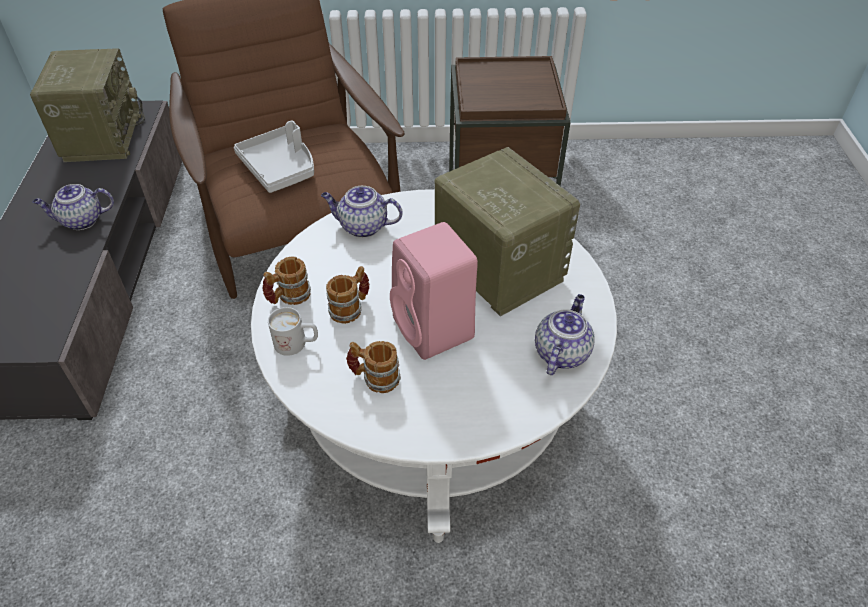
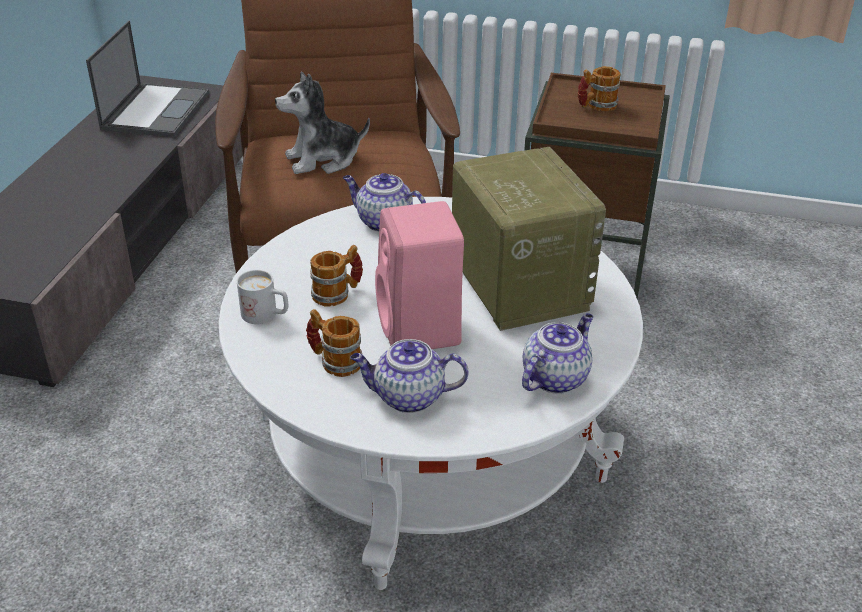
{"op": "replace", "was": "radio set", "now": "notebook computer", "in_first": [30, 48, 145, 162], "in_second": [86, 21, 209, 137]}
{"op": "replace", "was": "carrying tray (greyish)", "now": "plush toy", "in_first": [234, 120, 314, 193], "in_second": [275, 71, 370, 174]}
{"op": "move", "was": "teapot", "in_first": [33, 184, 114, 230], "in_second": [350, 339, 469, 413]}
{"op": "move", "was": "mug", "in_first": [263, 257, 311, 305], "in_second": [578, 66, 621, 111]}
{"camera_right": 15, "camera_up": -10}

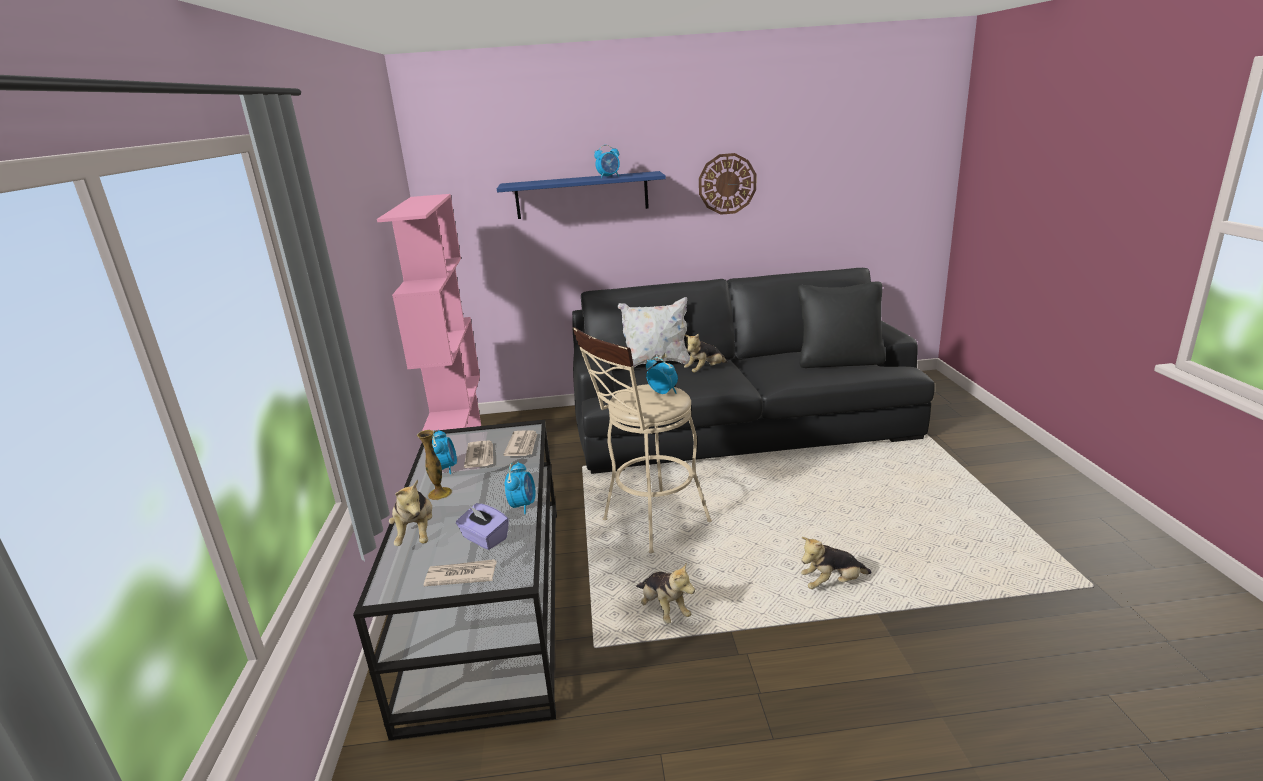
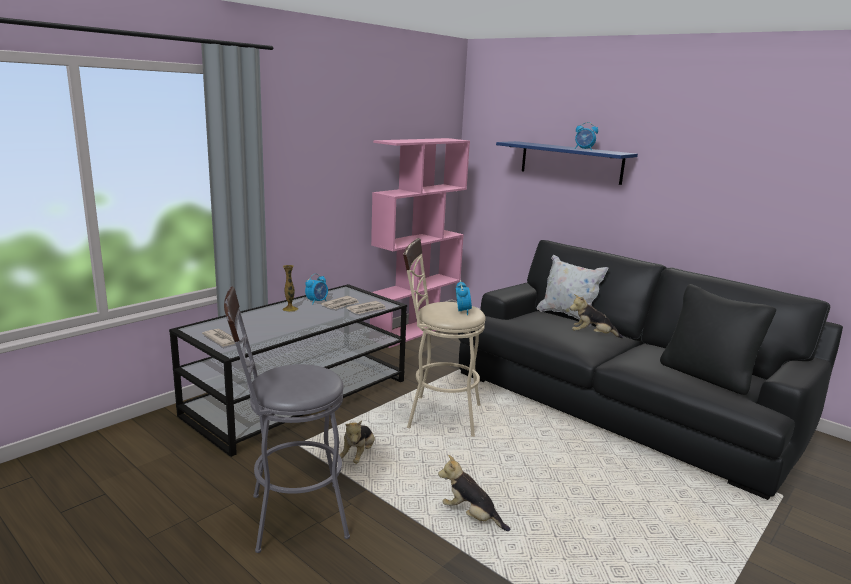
{"op": "insert", "now": "stool seat (greyish)", "in_second": [224, 287, 350, 553]}
{"op": "delete", "was": "plush toy", "in_first": [389, 479, 432, 546]}
{"op": "delete", "was": "tissue box (purple)", "in_first": [456, 503, 509, 550]}
{"op": "delete", "was": "alarm clock", "in_first": [505, 462, 536, 514]}
{"op": "delete", "was": "clock on the wall", "in_first": [699, 153, 756, 215]}
{"camera_right": 45, "camera_up": -5}

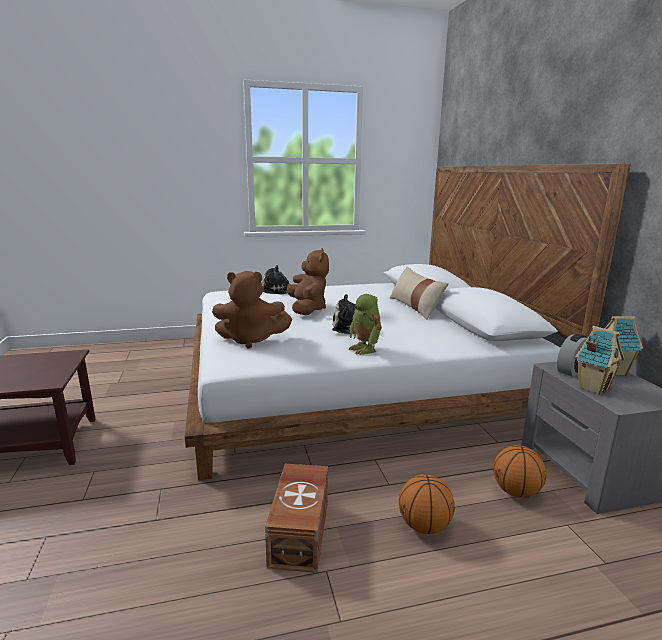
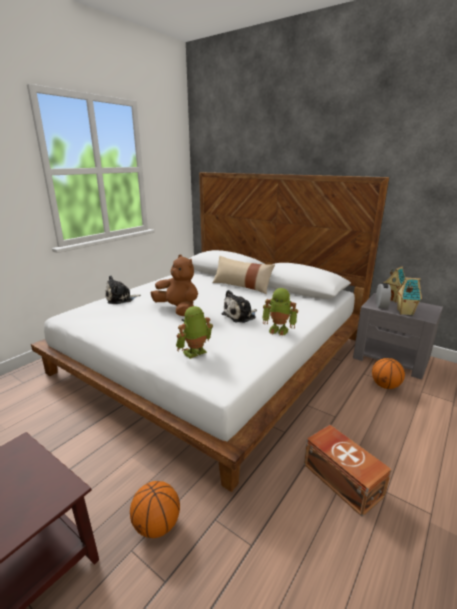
{"op": "move", "was": "ball for basketball", "in_first": [399, 474, 455, 534], "in_second": [130, 481, 180, 538]}
{"op": "replace", "was": "plush toy (brownish)", "now": "robot figure", "in_first": [212, 271, 292, 349], "in_second": [176, 306, 213, 359]}
{"camera_right": -40, "camera_up": 5}

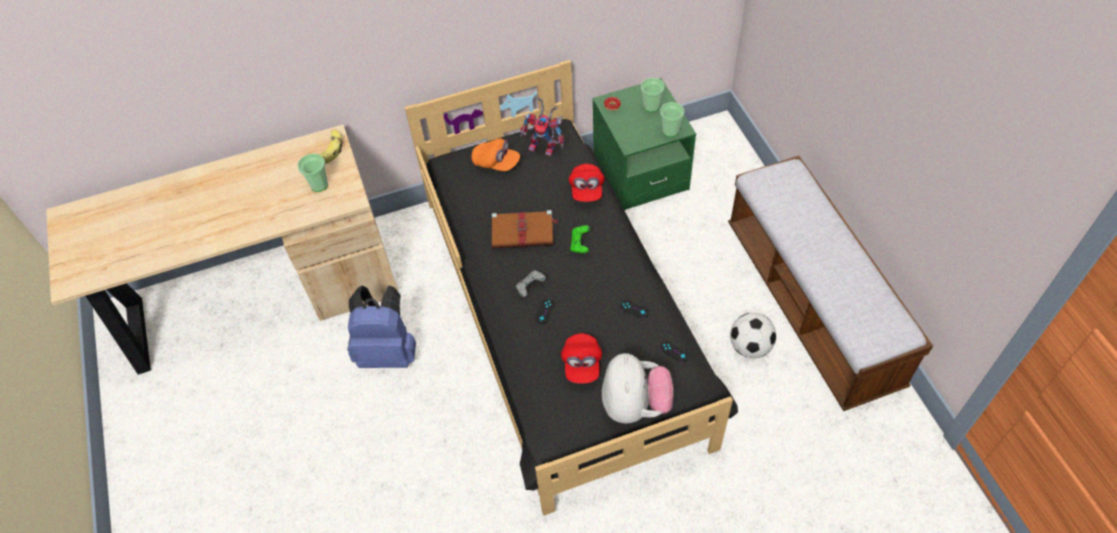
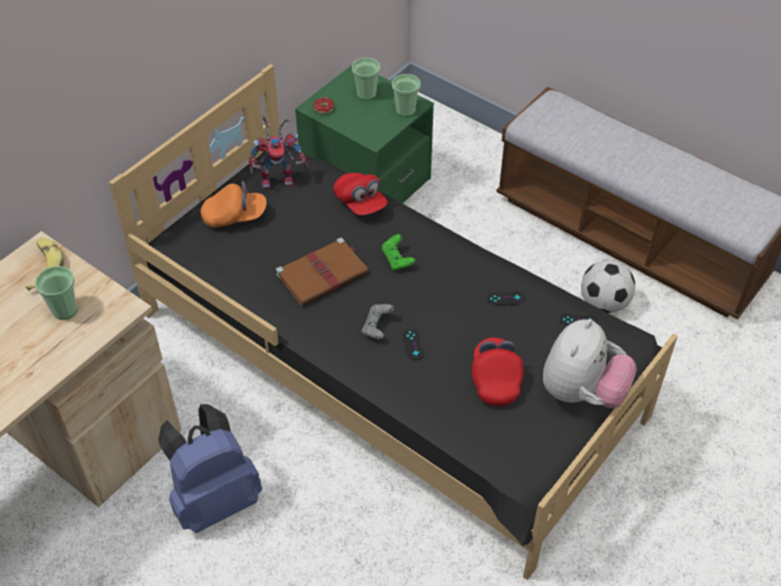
{"op": "rotate", "was": "peaked cap (red-coloured)", "in_first": [561, 333, 602, 384], "in_second": [472, 337, 524, 406], "clockwise": -150}
{"op": "rotate", "was": "plush toy", "in_first": [602, 353, 673, 424], "in_second": [543, 319, 637, 408], "clockwise": 60}
{"camera_right": -35, "camera_up": -5}

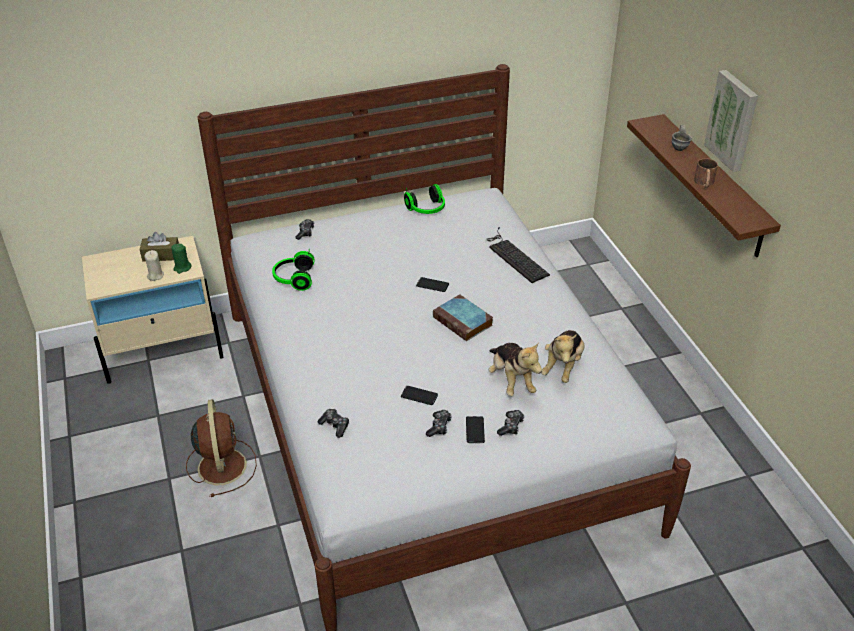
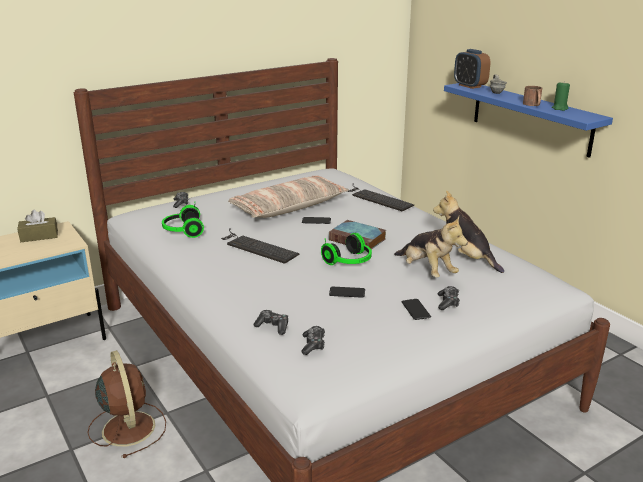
{"op": "insert", "now": "keyboard", "in_second": [221, 228, 300, 264]}
{"op": "insert", "now": "pillow", "in_second": [228, 175, 349, 218]}
{"op": "move", "was": "game controller", "in_first": [426, 410, 452, 437], "in_second": [301, 326, 325, 355]}
{"op": "move", "was": "headphones", "in_first": [404, 184, 445, 214], "in_second": [321, 233, 372, 265]}
{"op": "rotate", "was": "plush toy", "in_first": [542, 330, 585, 383], "in_second": [433, 191, 504, 273], "clockwise": 135}
{"op": "recolor", "was": "bracket shelf (brownish)", "now": "bracket shelf (bluish)", "in_first": [627, 114, 781, 257], "in_second": [444, 83, 613, 158]}
{"op": "insert", "now": "alarm clock", "in_second": [454, 49, 490, 89]}
{"op": "move", "was": "wax candle (green-coloured)", "in_first": [171, 244, 192, 274], "in_second": [552, 81, 570, 111]}
{"op": "delete", "was": "wax candle (sand-coloured)", "in_first": [145, 250, 164, 281]}
{"op": "delete", "was": "wall art", "in_first": [704, 70, 758, 172]}
{"camera_right": -15, "camera_up": -15}

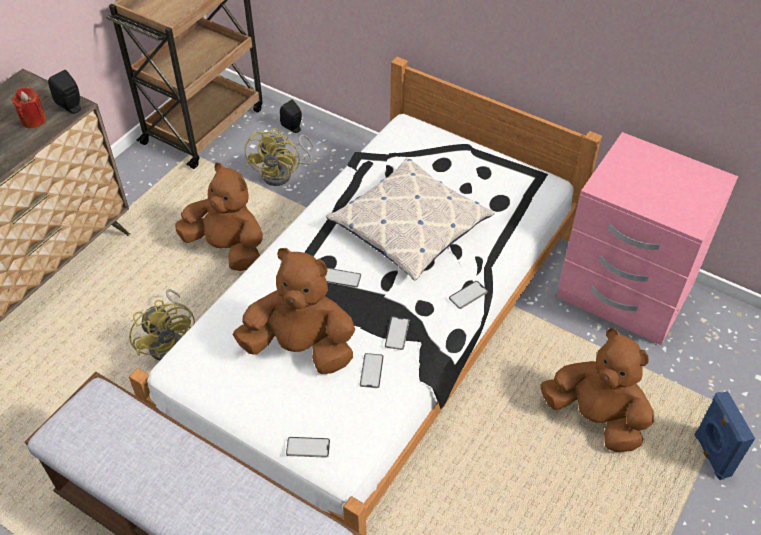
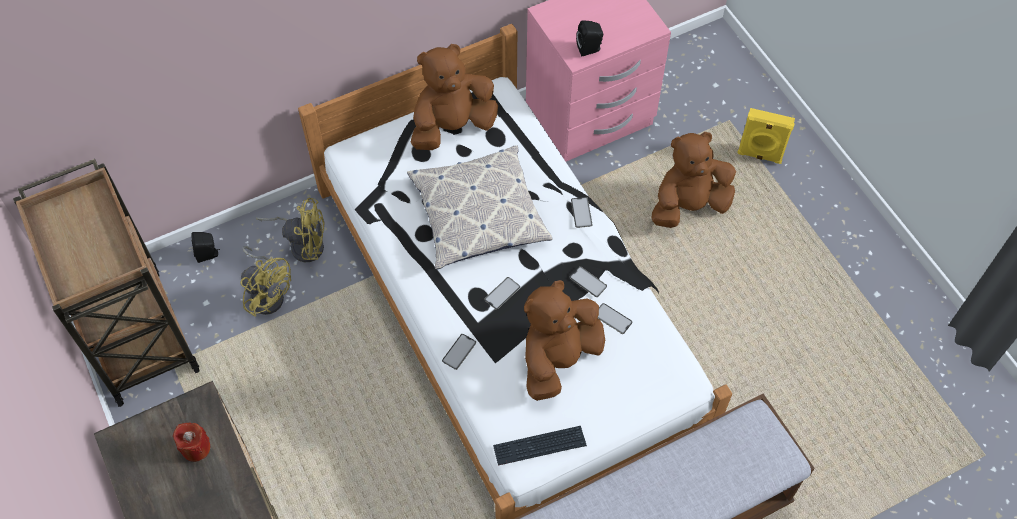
{"op": "move", "was": "electric fan (yellow-coloured)", "in_first": [129, 289, 195, 361], "in_second": [256, 198, 325, 262]}
{"op": "move", "was": "plush toy (brownish)", "in_first": [175, 163, 263, 271], "in_second": [411, 44, 498, 150]}
{"op": "move", "was": "handset", "in_first": [286, 437, 330, 458], "in_second": [442, 334, 476, 370]}
{"op": "insert", "now": "keyboard", "in_second": [493, 426, 587, 466]}
{"op": "move", "was": "loudspeaker (black-coloured)", "in_first": [48, 70, 81, 114], "in_second": [576, 21, 603, 56]}
{"op": "recolor", "was": "loudspeaker (bluish)", "now": "loudspeaker (yellow-coloured)", "in_first": [694, 391, 755, 480], "in_second": [737, 108, 795, 164]}
{"camera_right": -60, "camera_up": 10}

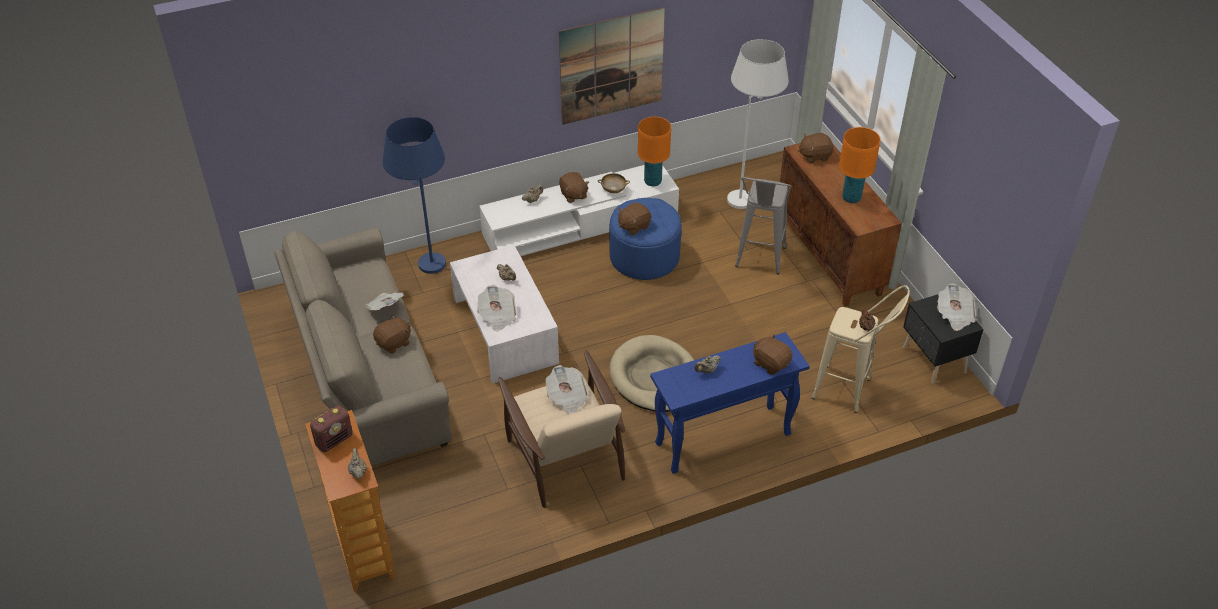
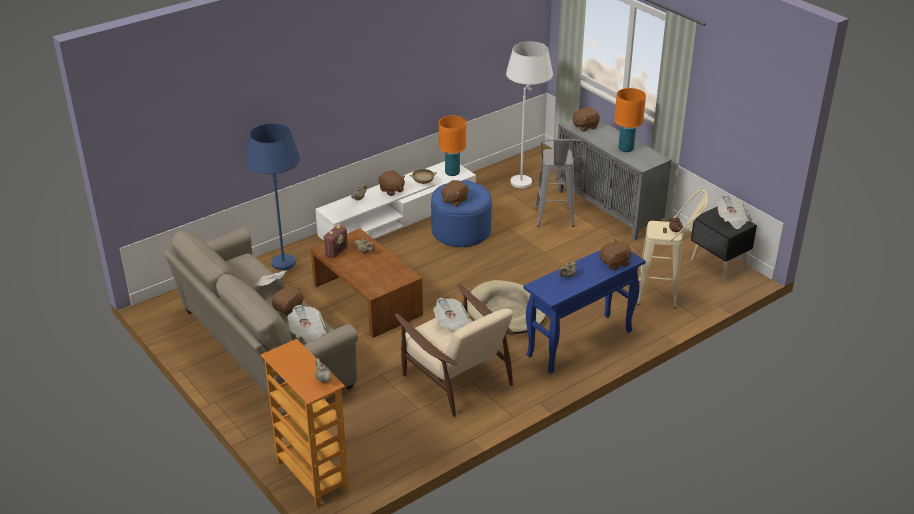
{"op": "move", "was": "printed paper", "in_first": [477, 285, 517, 332], "in_second": [287, 305, 326, 343]}
{"op": "recolor", "was": "lounge table (whitish)", "now": "lounge table (brownish)", "in_first": [450, 245, 559, 383], "in_second": [310, 229, 423, 338]}
{"op": "move", "was": "radio set", "in_first": [310, 405, 353, 452], "in_second": [323, 225, 348, 258]}
{"op": "recolor", "was": "cabinet (brownish)", "now": "cabinet (greyish)", "in_first": [780, 143, 902, 307], "in_second": [555, 119, 672, 240]}
{"op": "rotate", "was": "plush toy (brownish)", "in_first": [753, 334, 792, 375], "in_second": [599, 239, 632, 270], "clockwise": 120}
{"op": "delete", "was": "wall art", "in_first": [559, 8, 665, 125]}
{"camera_right": -15, "camera_up": -10}

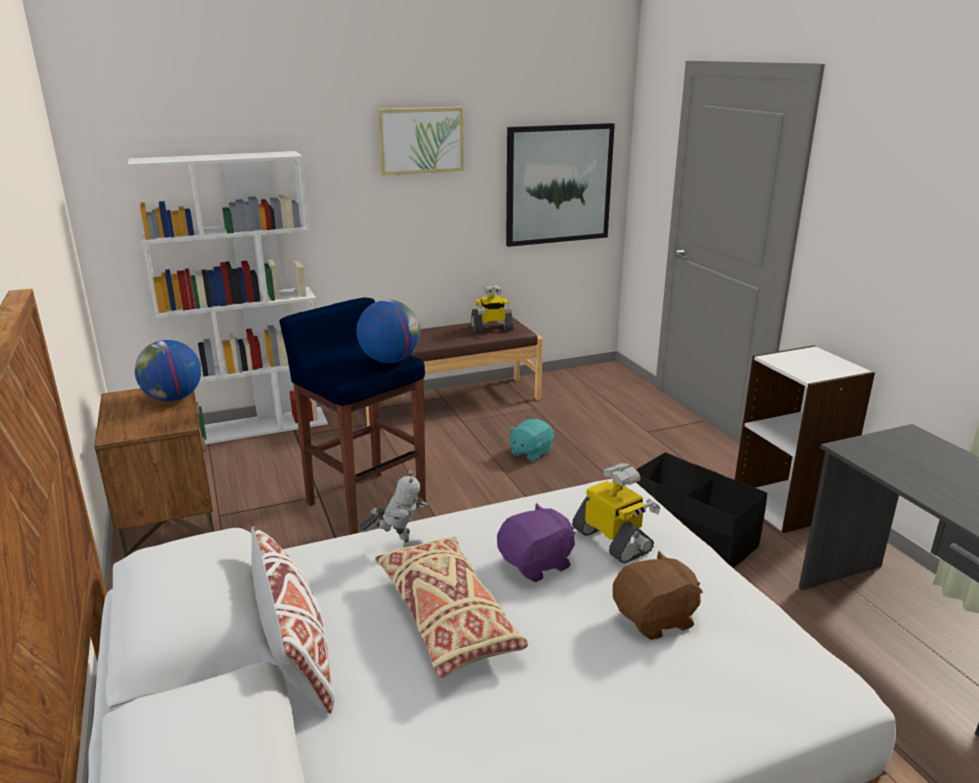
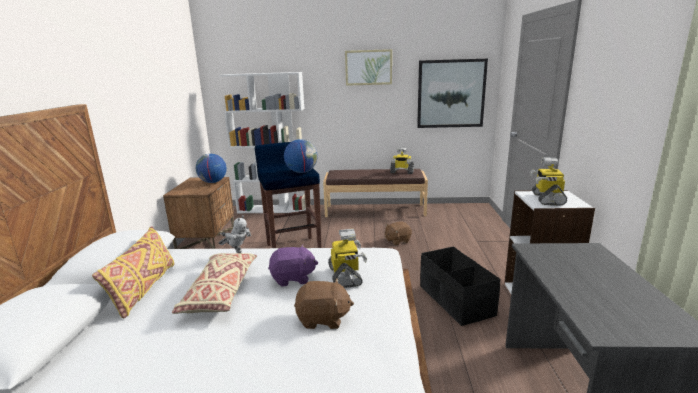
{"op": "recolor", "was": "pillow (whitish)", "now": "pillow (yellow-coloured)", "in_first": [251, 526, 335, 714], "in_second": [92, 226, 175, 318]}
{"op": "recolor", "was": "plush toy (turquoise-coloured)", "now": "plush toy (brownish)", "in_first": [508, 419, 554, 462], "in_second": [385, 222, 412, 245]}
{"op": "insert", "now": "robot figure", "in_second": [530, 157, 567, 206]}
{"camera_right": 25, "camera_up": -5}

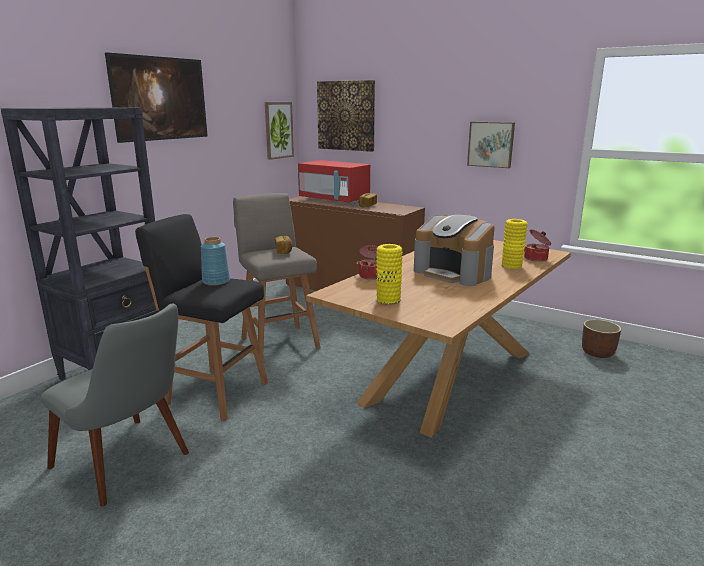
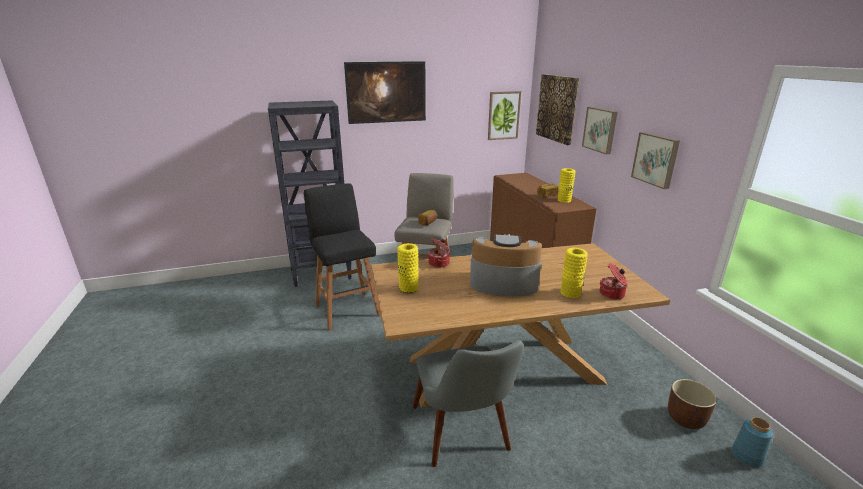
{"op": "move", "was": "chair (greyish)", "in_first": [40, 303, 189, 507], "in_second": [412, 340, 523, 467]}
{"op": "rotate", "was": "coffee brewer", "in_first": [414, 215, 495, 286], "in_second": [470, 234, 542, 296], "clockwise": 105}
{"op": "insert", "now": "vase (yellow-coloured)", "in_second": [558, 168, 576, 203]}
{"op": "insert", "now": "wall art", "in_second": [582, 107, 617, 154]}
{"op": "move", "was": "vase (bluish)", "in_first": [201, 237, 230, 286], "in_second": [731, 417, 773, 467]}
{"op": "delete", "was": "kitchen microwave (red-coloured)", "in_first": [298, 160, 370, 205]}
{"camera_right": 40, "camera_up": 5}

